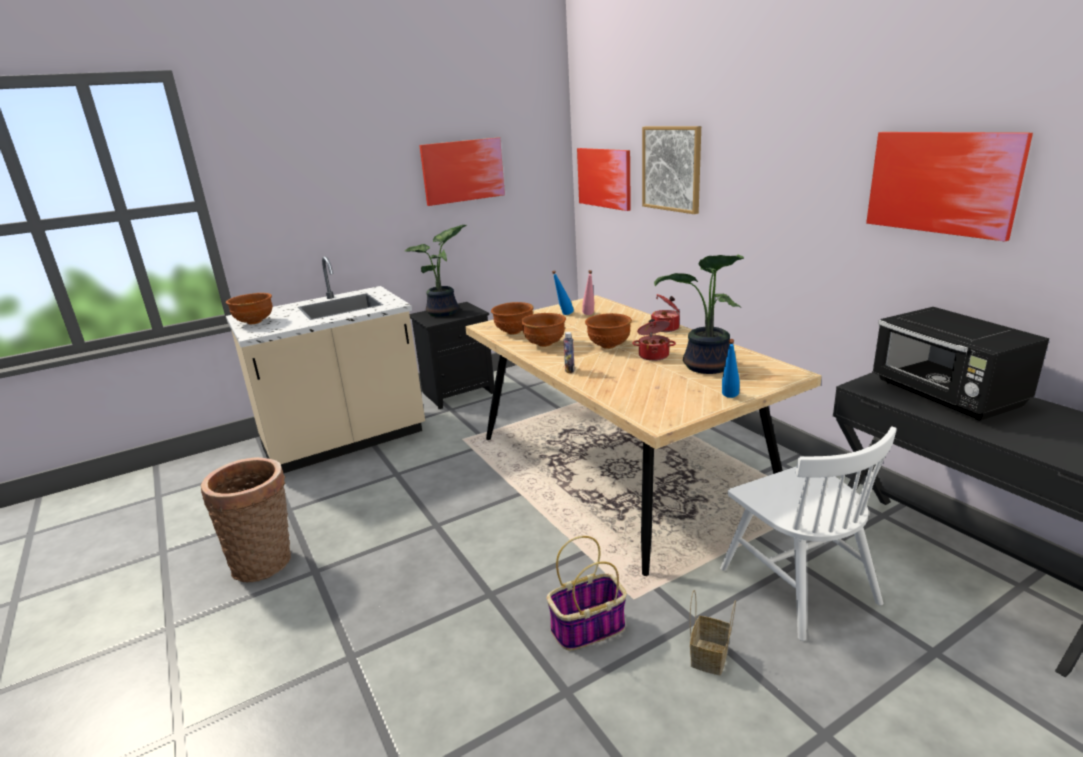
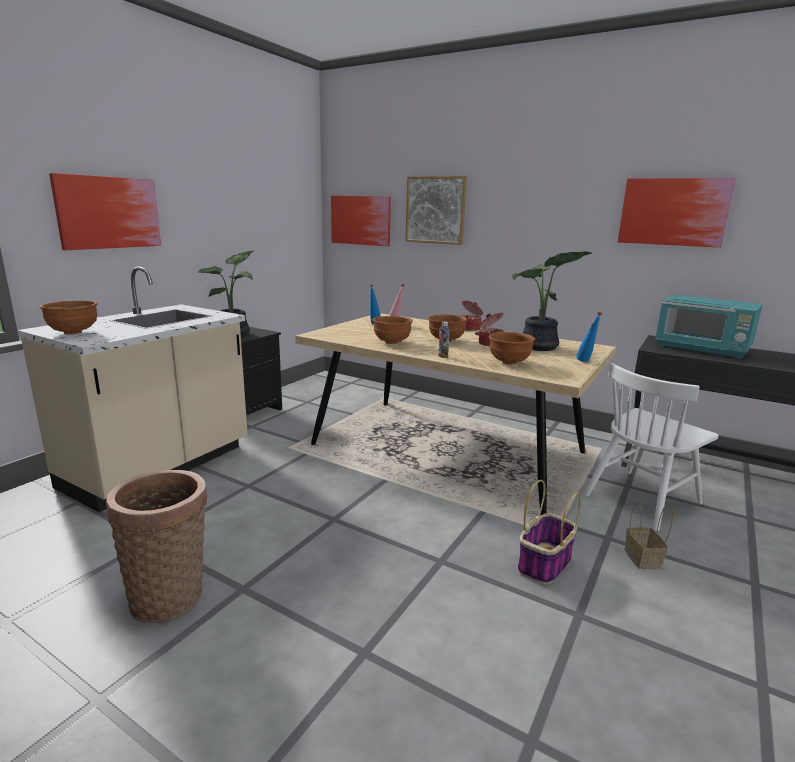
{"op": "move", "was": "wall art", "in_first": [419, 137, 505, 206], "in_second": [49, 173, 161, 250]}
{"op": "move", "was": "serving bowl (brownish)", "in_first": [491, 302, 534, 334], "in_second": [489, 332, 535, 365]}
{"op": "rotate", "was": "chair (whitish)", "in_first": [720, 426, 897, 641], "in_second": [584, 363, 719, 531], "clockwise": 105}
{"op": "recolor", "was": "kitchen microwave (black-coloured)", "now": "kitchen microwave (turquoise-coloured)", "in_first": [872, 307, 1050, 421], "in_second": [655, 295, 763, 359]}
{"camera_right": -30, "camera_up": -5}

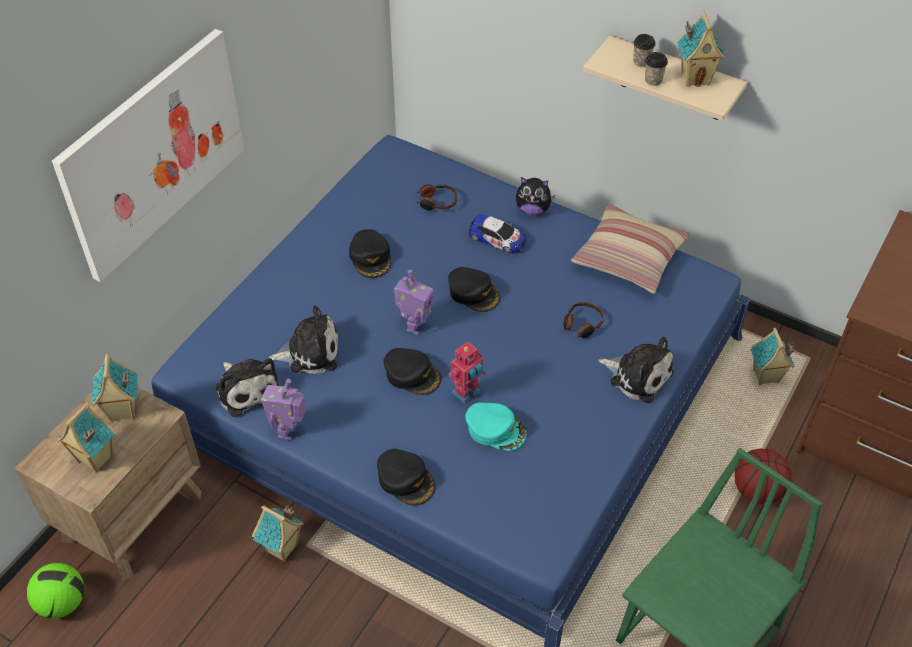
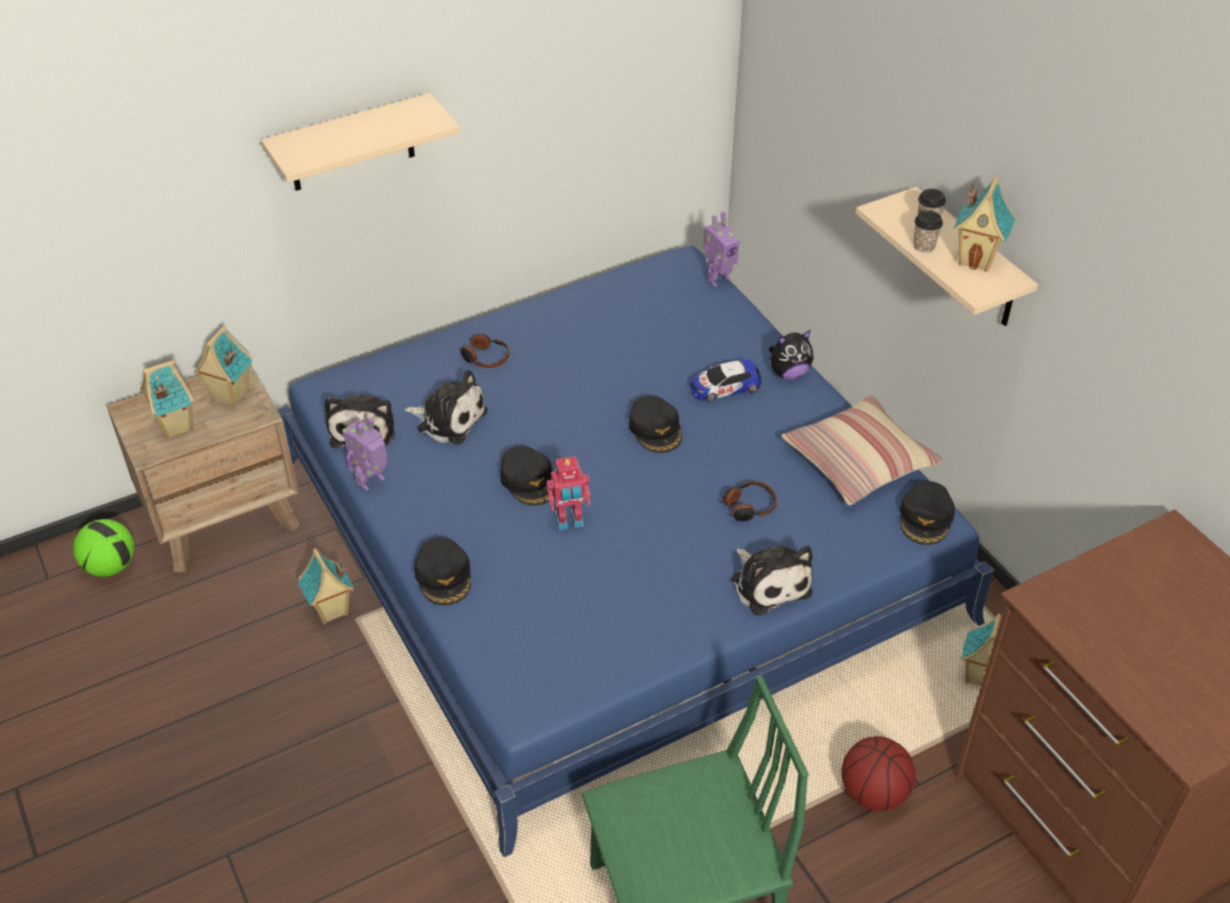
{"op": "replace", "was": "wall art", "now": "bracket shelf (sand-coloured)", "in_first": [52, 29, 244, 282], "in_second": [261, 93, 460, 191]}
{"op": "move", "was": "headphones", "in_first": [417, 184, 457, 210], "in_second": [459, 334, 510, 368]}
{"op": "rotate", "was": "model car", "in_first": [469, 214, 527, 254], "in_second": [690, 359, 762, 401], "clockwise": 105}
{"op": "move", "was": "robot figure", "in_first": [394, 270, 434, 335], "in_second": [704, 212, 740, 287]}
{"op": "rotate", "was": "plush toy", "in_first": [516, 177, 555, 215], "in_second": [769, 330, 813, 379], "clockwise": -60}
{"op": "move", "was": "peaked cap (black-coloured)", "in_first": [349, 229, 391, 278], "in_second": [900, 481, 955, 545]}
{"op": "delete", "was": "peaked cap (turquoise-coloured)", "in_first": [465, 403, 527, 451]}
{"camera_right": 30, "camera_up": -5}

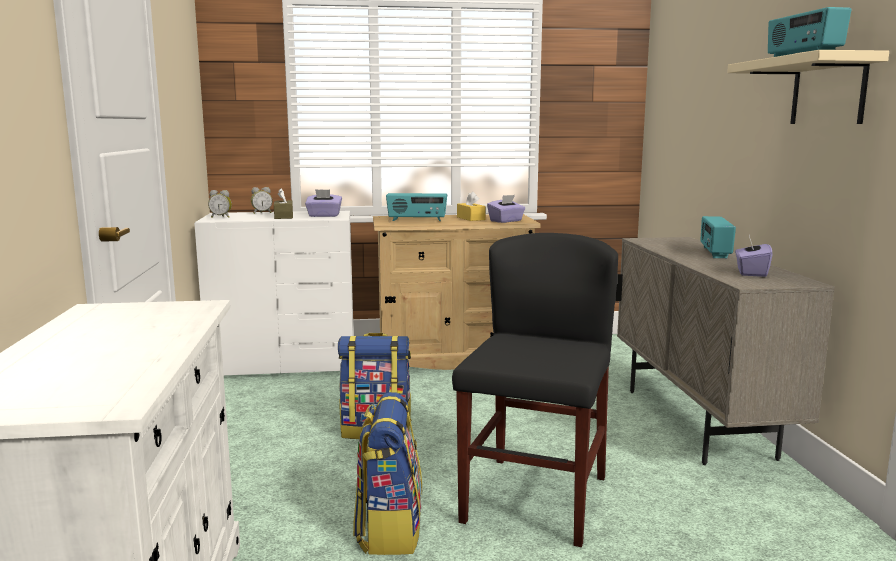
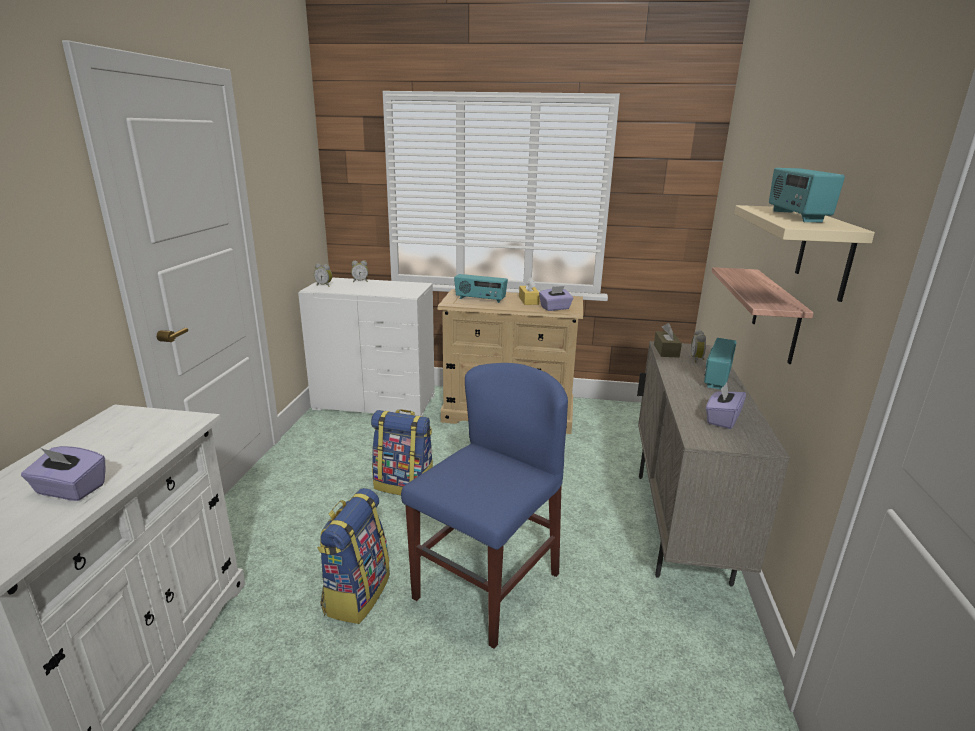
{"op": "move", "was": "tissue box (purple)", "in_first": [305, 189, 342, 217], "in_second": [21, 446, 105, 501]}
{"op": "recolor", "was": "chair (black-coloured)", "now": "chair (bluish)", "in_first": [452, 233, 618, 547], "in_second": [401, 363, 568, 649]}
{"op": "move", "was": "tissue box (brownish)", "in_first": [274, 188, 293, 219], "in_second": [654, 323, 682, 358]}
{"op": "insert", "now": "alarm clock", "in_second": [691, 330, 706, 363]}
{"op": "insert", "now": "bracket shelf", "in_second": [712, 267, 814, 364]}
{"camera_right": 15, "camera_up": 10}

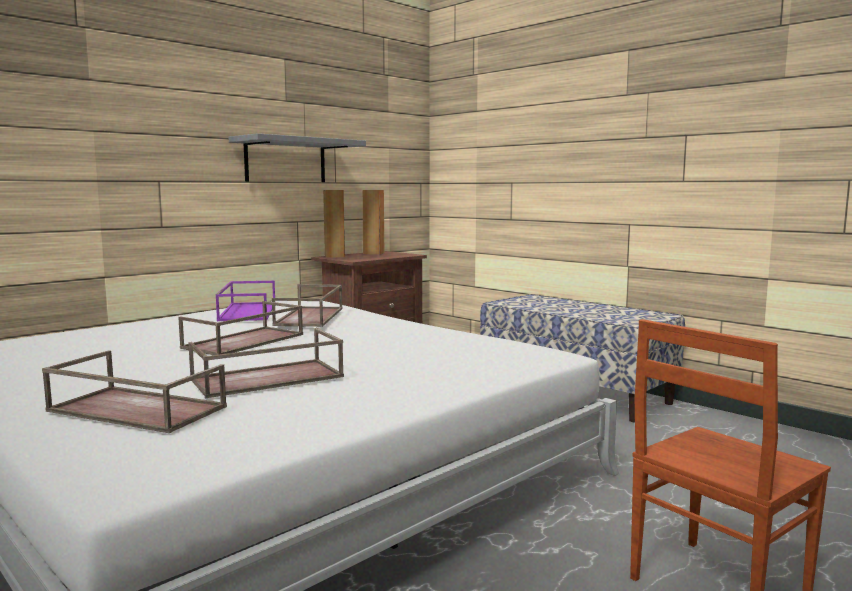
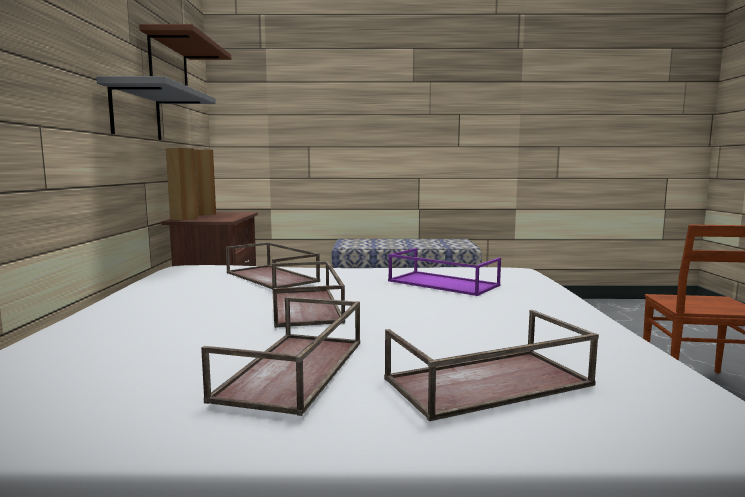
{"op": "insert", "now": "bracket shelf (brownish)", "in_second": [139, 24, 231, 86]}
{"op": "move", "was": "carrying tray (brownish)", "in_first": [188, 328, 344, 398], "in_second": [201, 297, 360, 416]}
{"op": "move", "was": "carrying tray (purple)", "in_first": [216, 281, 275, 321], "in_second": [388, 248, 501, 296]}
{"camera_right": -45, "camera_up": 0}

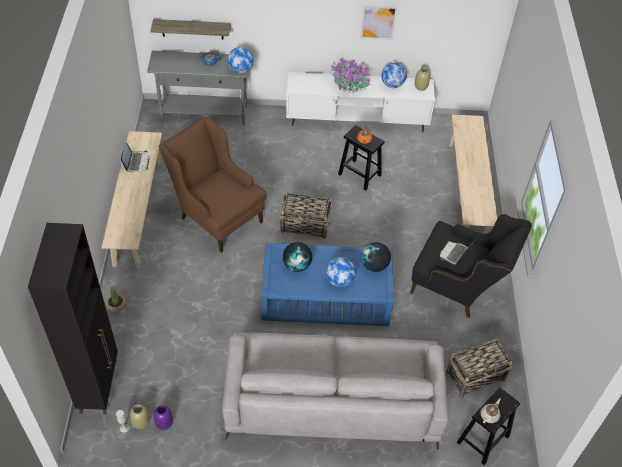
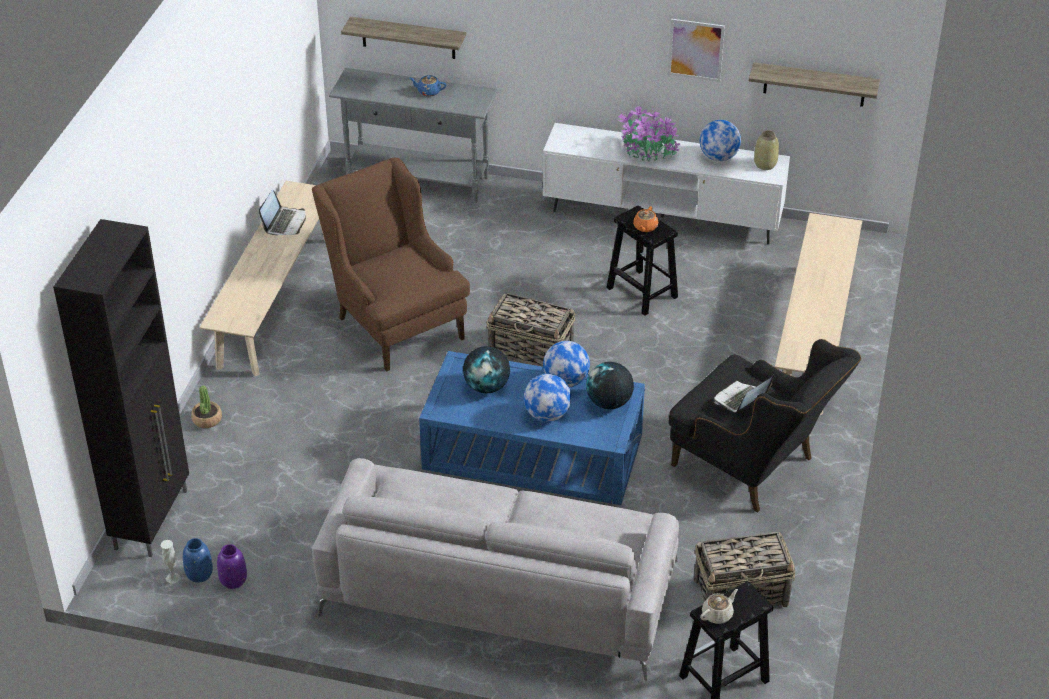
{"op": "recolor", "was": "vase (sand-coloured)", "now": "vase (bluish)", "in_first": [130, 404, 150, 429], "in_second": [183, 538, 213, 583]}
{"op": "move", "was": "globe", "in_first": [228, 47, 254, 73], "in_second": [543, 341, 590, 387]}
{"op": "insert", "now": "bracket shelf", "in_second": [749, 62, 880, 107]}
{"camera_right": 15, "camera_up": -10}

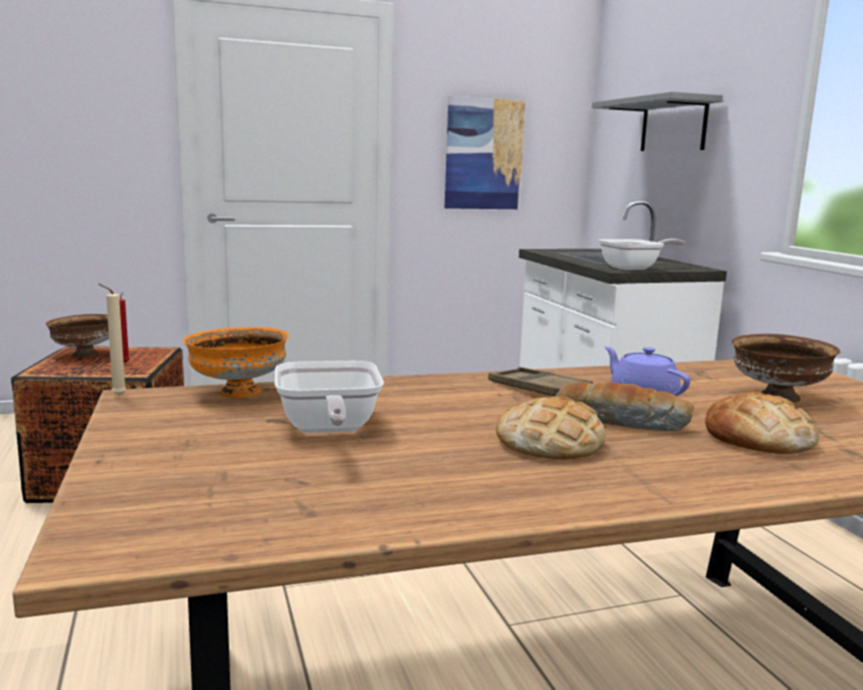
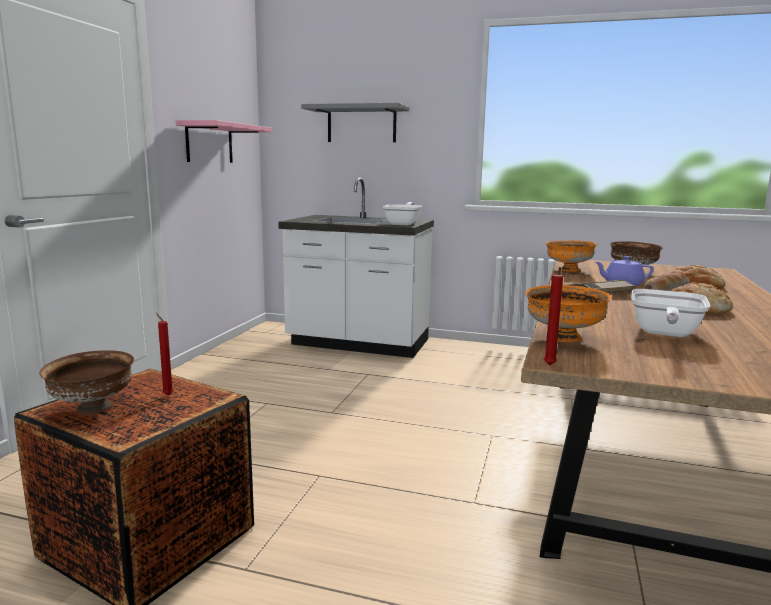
{"op": "replace", "was": "wall art", "now": "bracket shelf (pink)", "in_first": [445, 96, 525, 209], "in_second": [176, 120, 272, 163]}
{"op": "recolor", "was": "wax candle (sand-coloured)", "now": "wax candle (red-coloured)", "in_first": [99, 284, 127, 396], "in_second": [544, 267, 563, 365]}
{"op": "insert", "now": "serving bowl (orangey)", "in_second": [546, 241, 597, 272]}
{"op": "rotate", "was": "pan", "in_first": [275, 361, 384, 433], "in_second": [631, 289, 711, 337], "clockwise": 90}
{"camera_right": -55, "camera_up": 0}

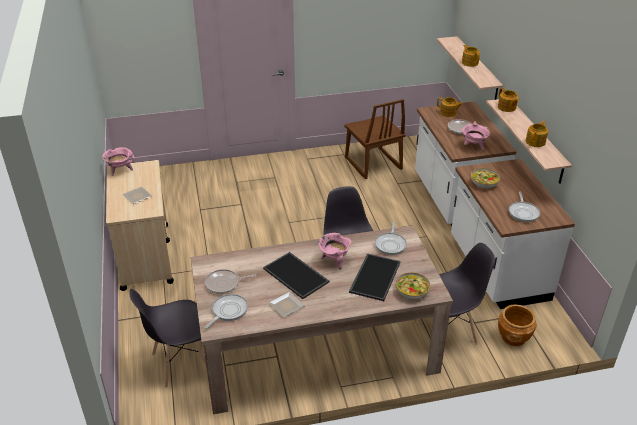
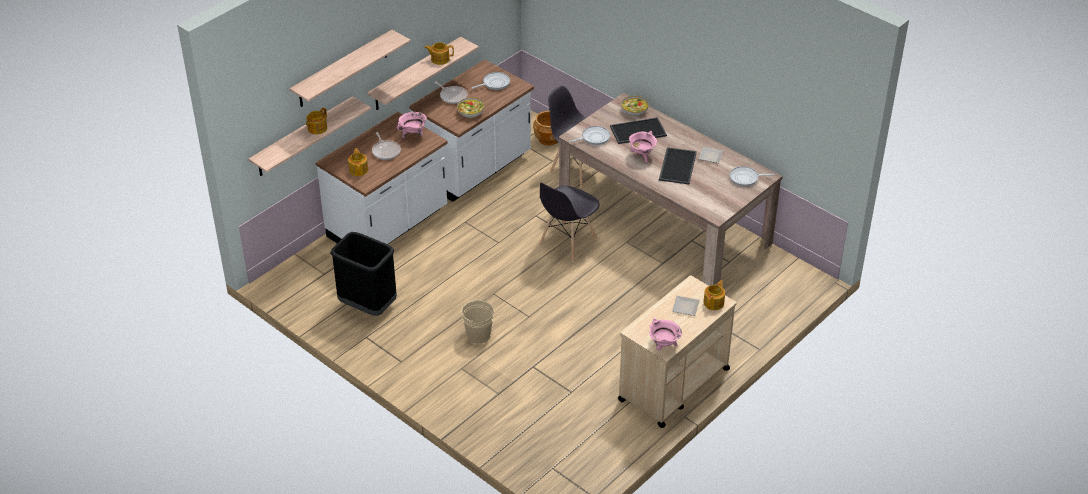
{"op": "insert", "now": "bracket shelf", "in_second": [289, 30, 411, 107]}
{"op": "replace", "was": "chair (brownish)", "now": "trash can (black-coloured)", "in_first": [344, 99, 405, 179], "in_second": [330, 232, 397, 316]}
{"op": "move", "was": "pan", "in_first": [205, 269, 256, 294], "in_second": [434, 82, 468, 104]}
{"op": "insert", "now": "bucket (sand-coloured)", "in_second": [461, 298, 494, 344]}
{"op": "move", "was": "teapot", "in_first": [498, 88, 520, 112], "in_second": [703, 280, 725, 310]}
{"op": "delete", "was": "chair (greyish)", "in_first": [129, 289, 206, 388]}
{"camera_right": -125, "camera_up": 5}

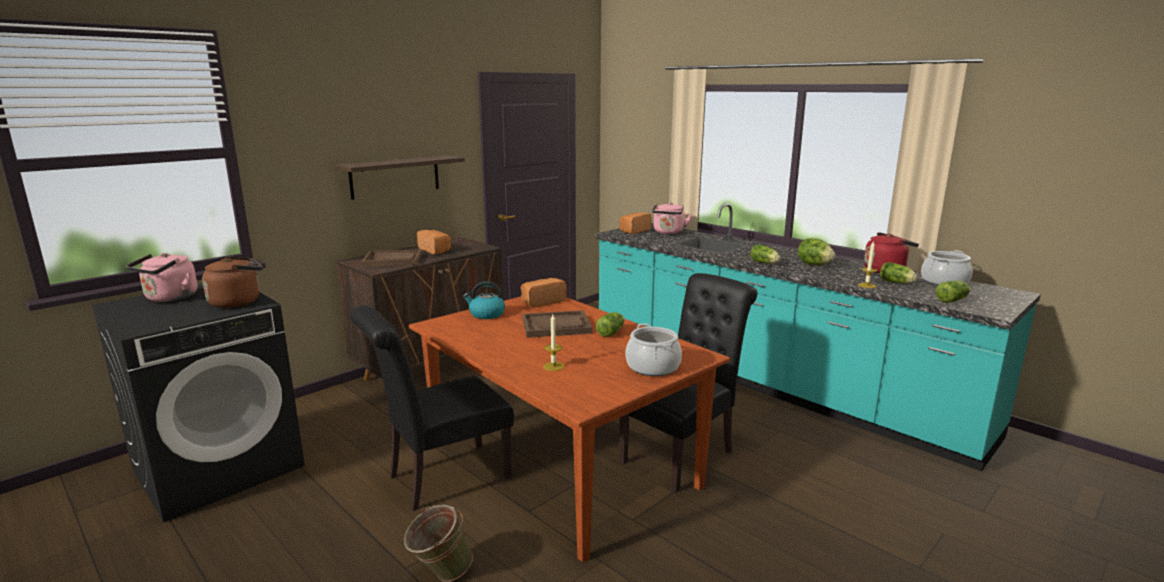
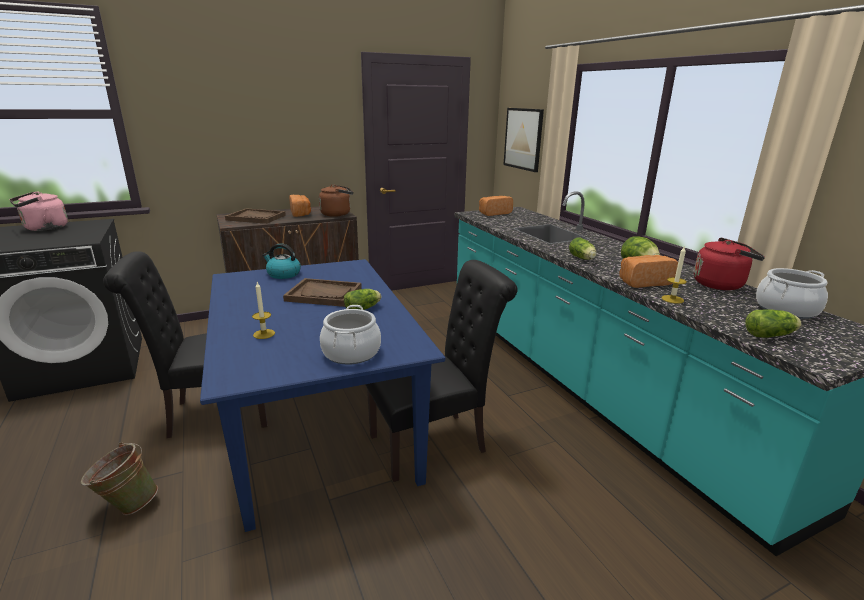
{"op": "recolor", "was": "dining table (brownish)", "now": "dining table (bluish)", "in_first": [409, 297, 730, 562], "in_second": [200, 259, 445, 532]}
{"op": "move", "was": "kettle (brownish)", "in_first": [202, 256, 263, 308], "in_second": [319, 184, 353, 217]}
{"op": "insert", "now": "wall art", "in_second": [503, 108, 544, 172]}
{"op": "move", "was": "bakery bread", "in_first": [521, 278, 567, 308], "in_second": [620, 255, 678, 288]}
{"op": "delete", "was": "bracket shelf", "in_first": [334, 155, 465, 200]}
{"op": "delete", "was": "kettle (pink)", "in_first": [652, 202, 692, 234]}
{"op": "delete", "was": "lettuce", "in_first": [880, 262, 918, 283]}
{"camera_right": 20, "camera_up": 5}

